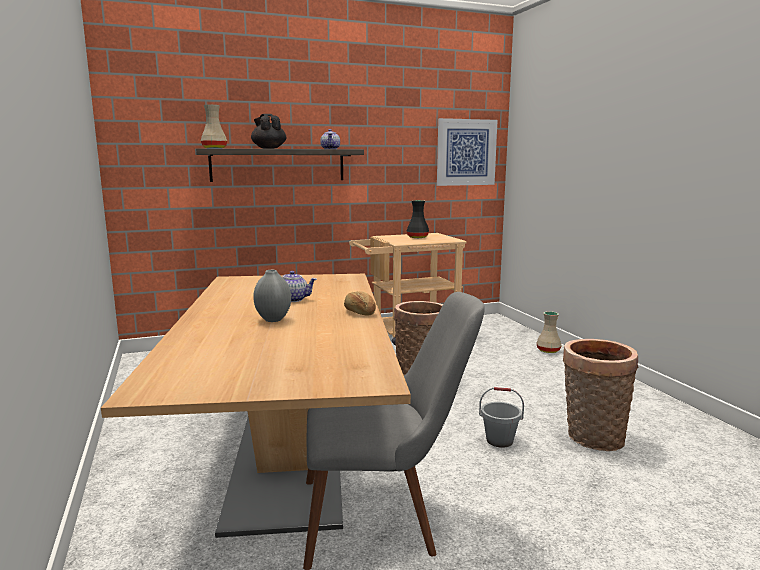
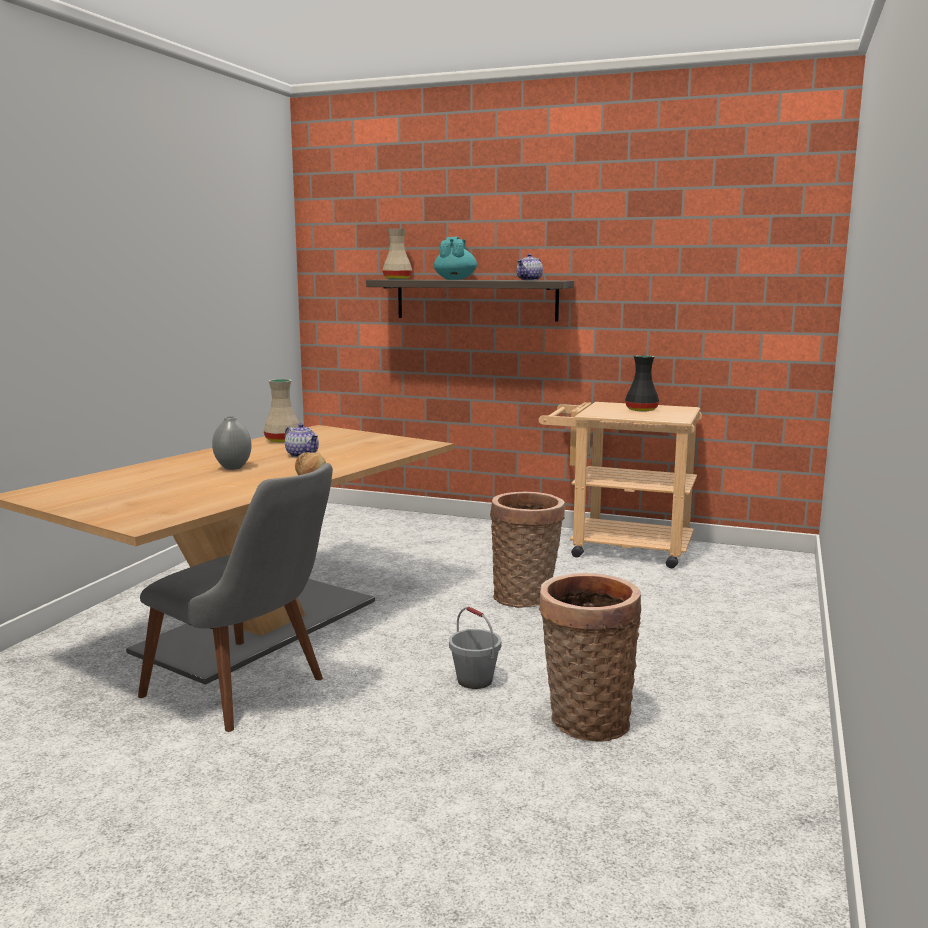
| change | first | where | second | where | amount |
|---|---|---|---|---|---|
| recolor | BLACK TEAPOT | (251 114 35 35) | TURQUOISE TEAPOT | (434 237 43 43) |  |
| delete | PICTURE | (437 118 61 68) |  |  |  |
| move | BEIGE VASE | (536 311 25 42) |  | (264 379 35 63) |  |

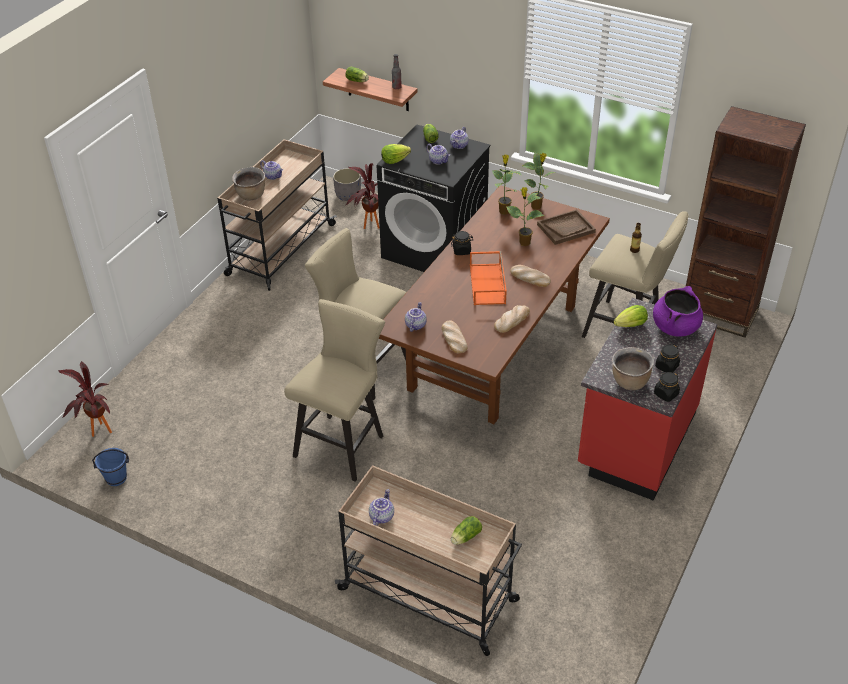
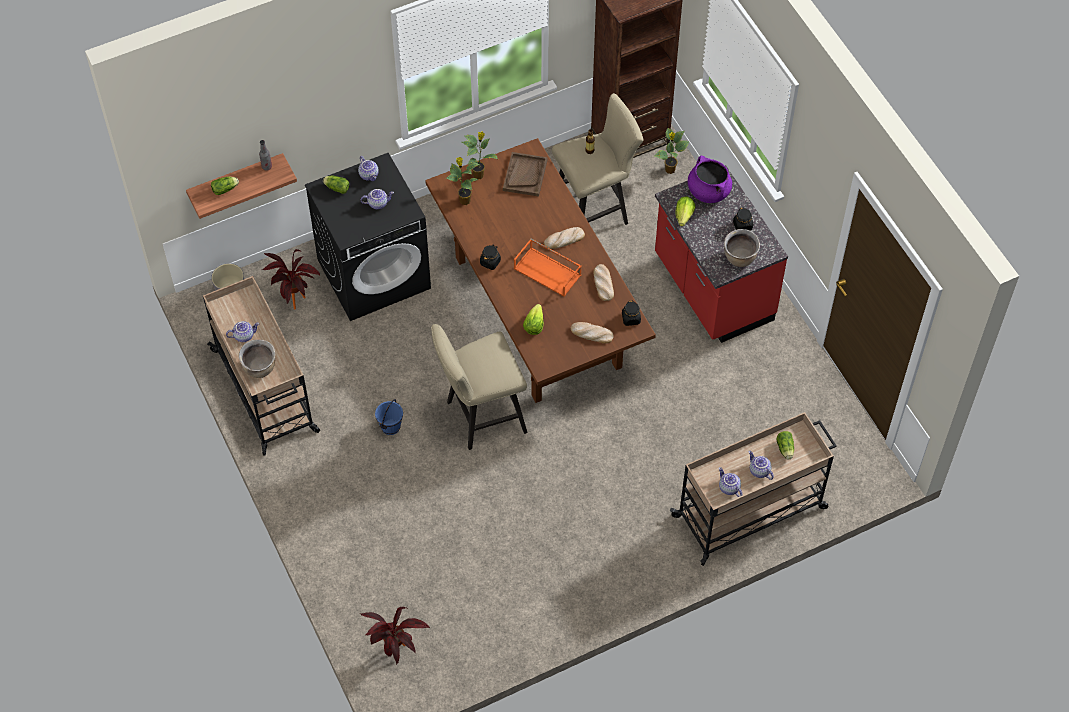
| change | first | where | second | where | amount |
|---|---|---|---|---|---|
| move | BLUE BUCKET | (92 448 37 38) |  | (375 399 28 36) |  |
| delete | BEIGE STOOL | (284 299 101 183) |  |  |  |
| move | LETTUCE | (381 144 30 20) |  | (523 304 21 31) |  |
| move | TEAPOT | (405 302 22 30) |  | (749 451 25 29) |  |
| move | POTTED PLANT | (506 187 38 59) |  | (654 128 36 46) |  |
| move | BLACK JAR | (654 372 26 30) |  | (622 300 19 26) |  |

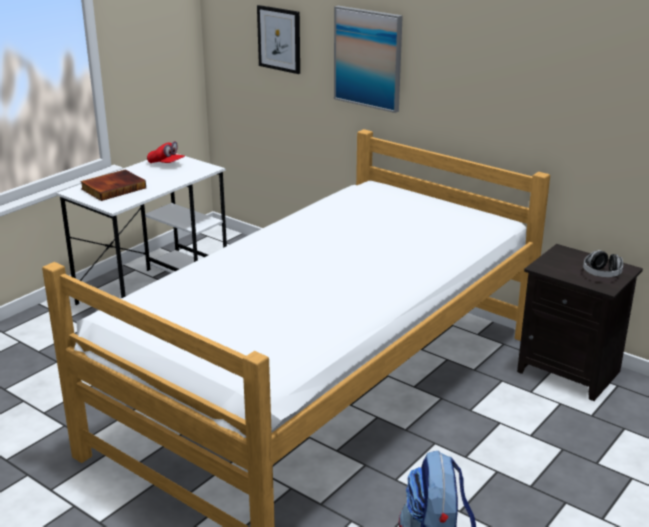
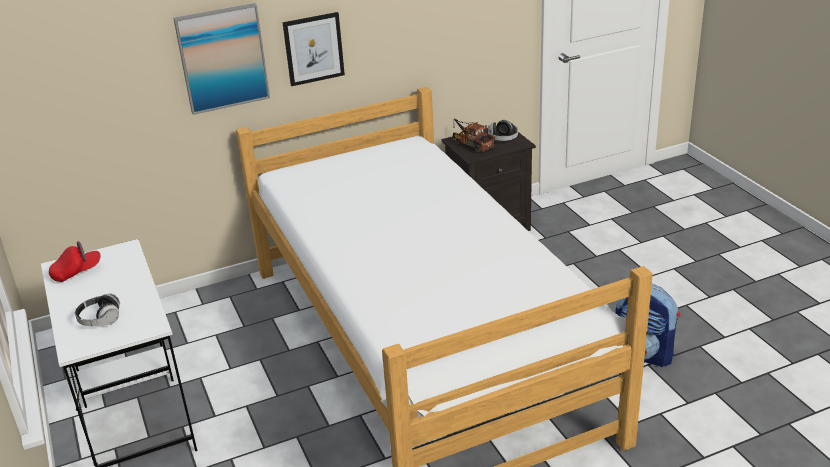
| change | first | where | second | where | amount |
|---|---|---|---|---|---|
| replace | BOOK | (80 170 66 31) | HEADPHONES | (75 293 45 33) |  |
| move | PICTURE | (257 5 43 69) |  | (282 12 63 74) |  |
| insert |  |  | TOY TRUCK | (453 119 42 34) |  |

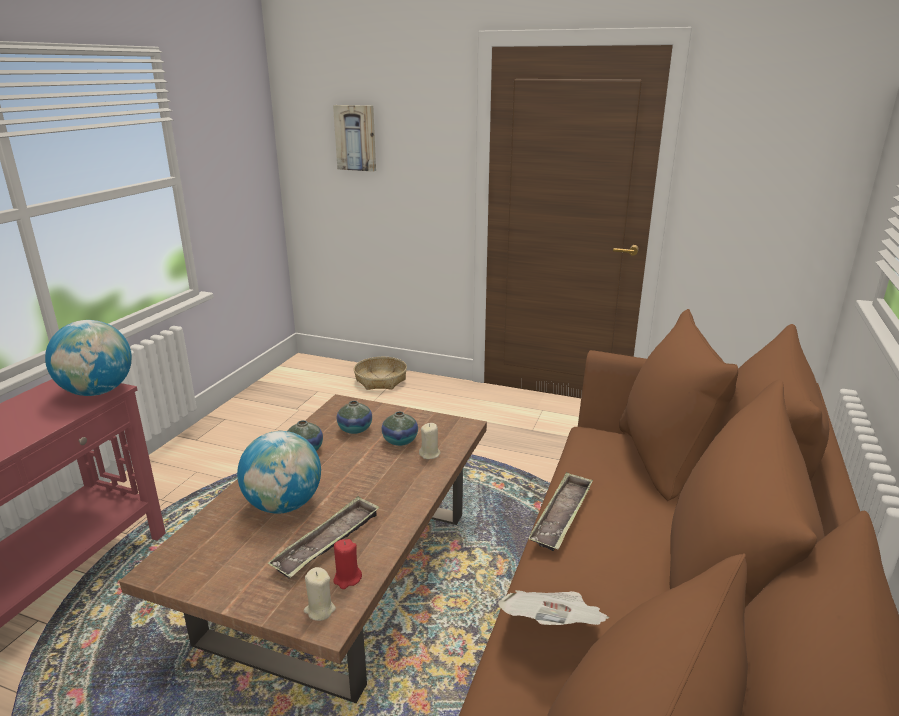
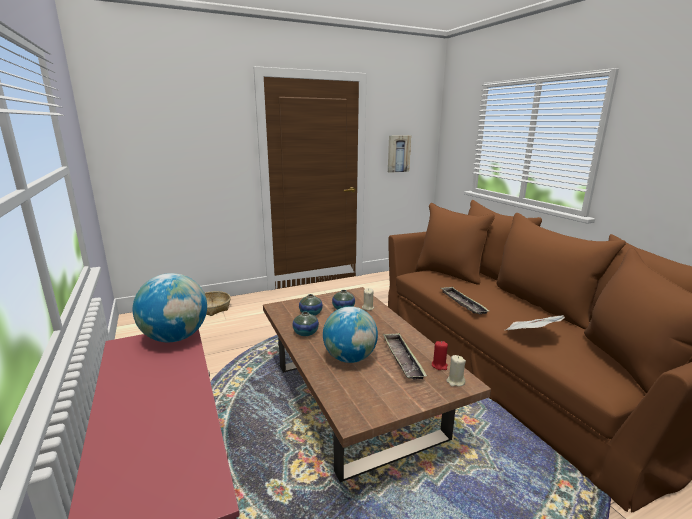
| change | first | where | second | where | amount |
|---|---|---|---|---|---|
| move | PICTURE | (333 105 43 67) |  | (388 135 23 38) |  |

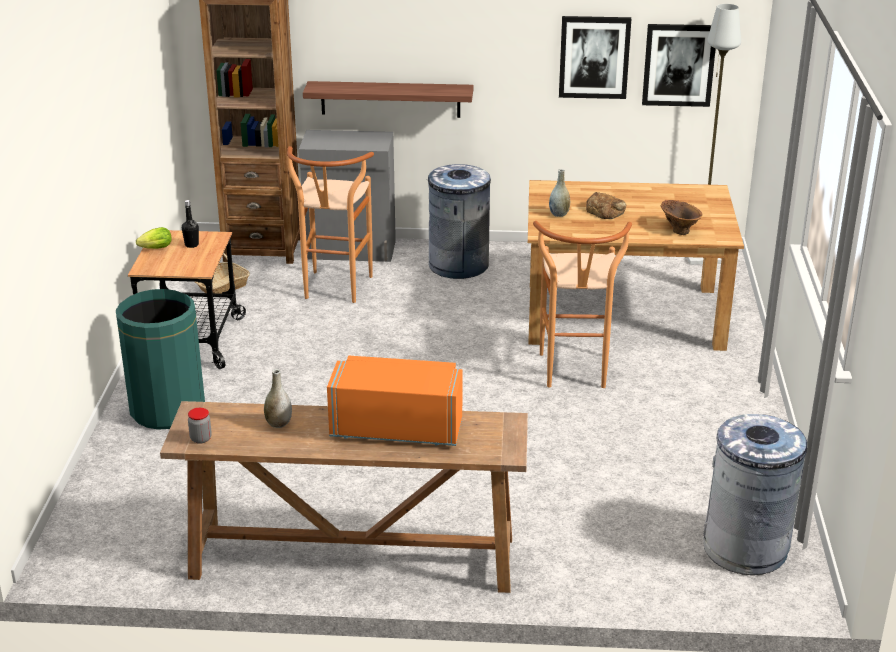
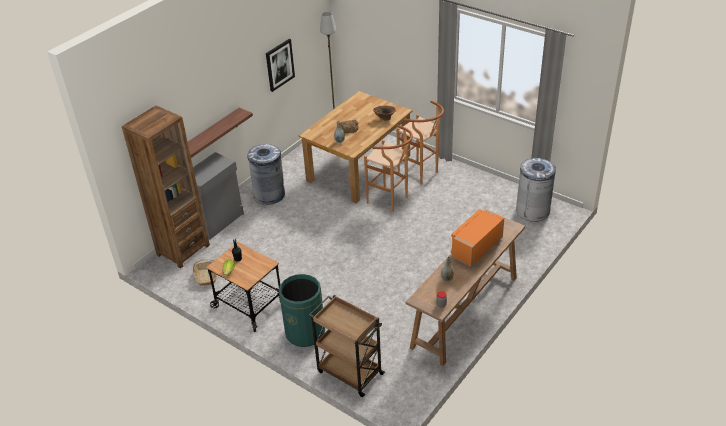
| change | first | where | second | where | amount |
|---|---|---|---|---|---|
| move | BROWN STOOL | (287 146 87 157) |  | (397 101 47 84) |  |
| delete | PICTURE | (642 24 74 83) |  |  |  |
| insert |  |  | BROWN CART | (309 295 76 102) |  |

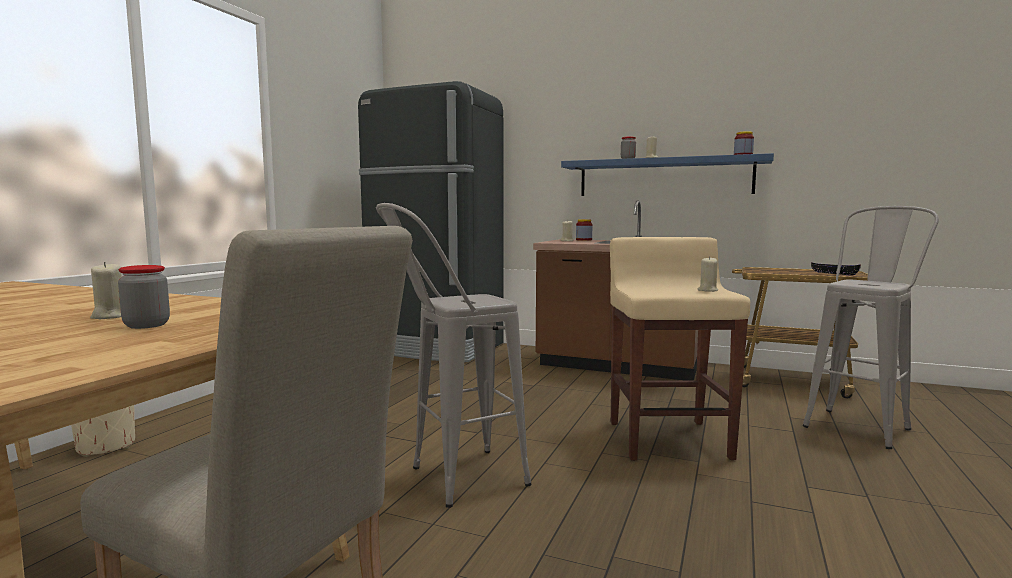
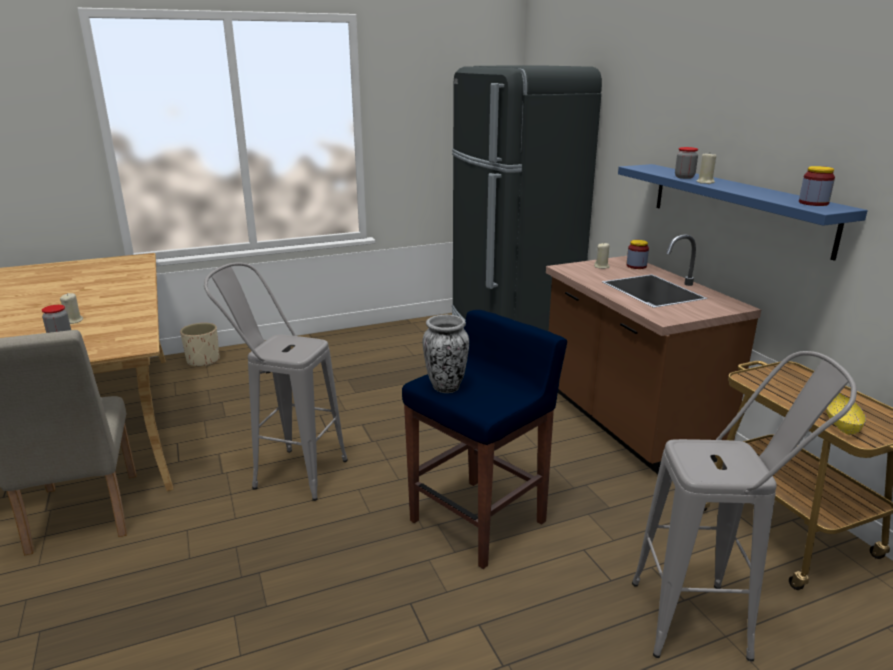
| change | first | where | second | where | amount |
|---|---|---|---|---|---|
| recolor | BEIGE STOOL | (610 237 140 224) | BLUE STOOL | (402 310 165 259) |  |
| delete | BEIGE CANDLE | (697 256 21 36) |  |  |  |
| recolor | BLACK BOWL | (811 262 50 14) | YELLOW BOWL | (826 393 40 42) |  |
| insert |  |  | VASE | (423 315 46 78) |  |

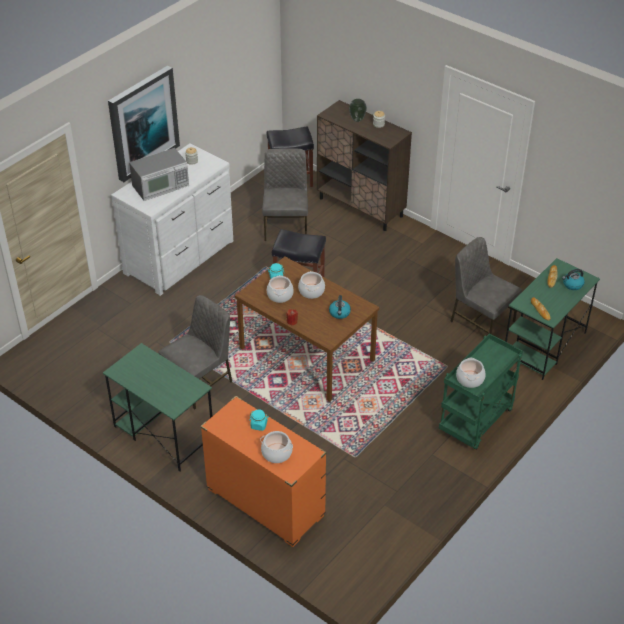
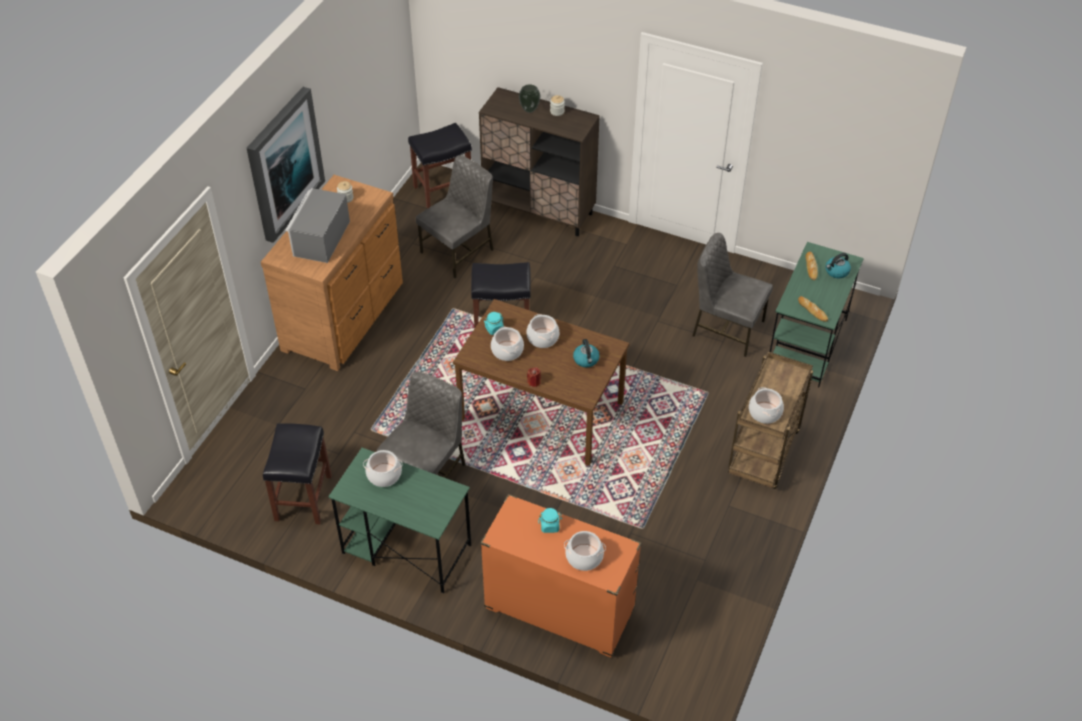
| change | first | where | second | where | amount |
|---|---|---|---|---|---|
| recolor | WHITE DRESSER | (111 144 122 152) | BROWN DRESSER | (261 175 142 196) |  |
| rotate | MICROWAVE | (129 148 60 53) |  | (285 188 65 75) | 150 degrees clockwise |
| rotate | GREY CHAIR | (262 148 46 93) |  | (416 155 77 123) | 60 degrees clockwise |
| recolor | GREEN CART | (439 333 84 117) | BROWN CART | (728 352 85 137) |  |
| insert |  |  | BLACK STOOL | (263 423 69 101) |  |
| insert |  |  | COOKING POT | (363 450 39 37) |  |

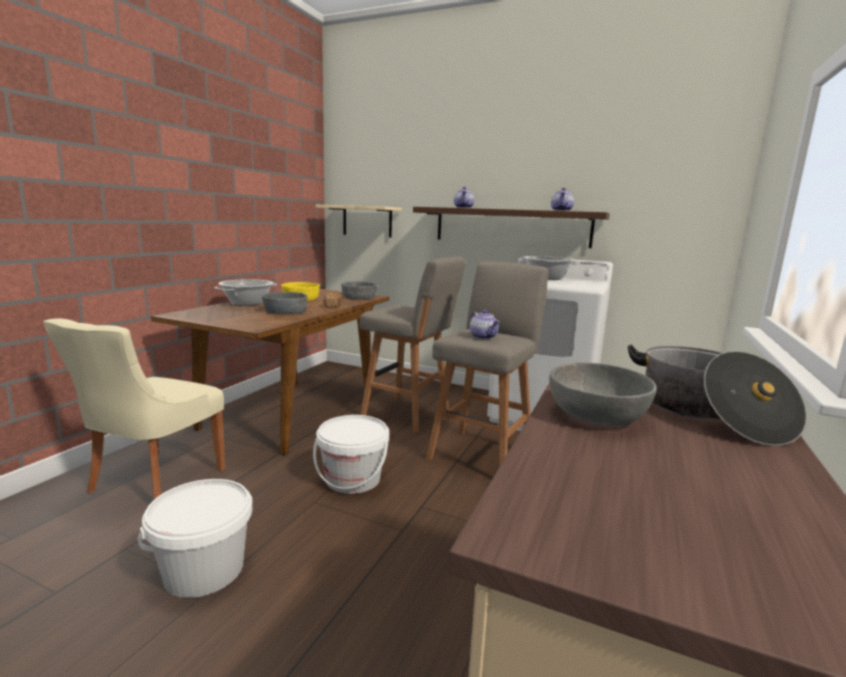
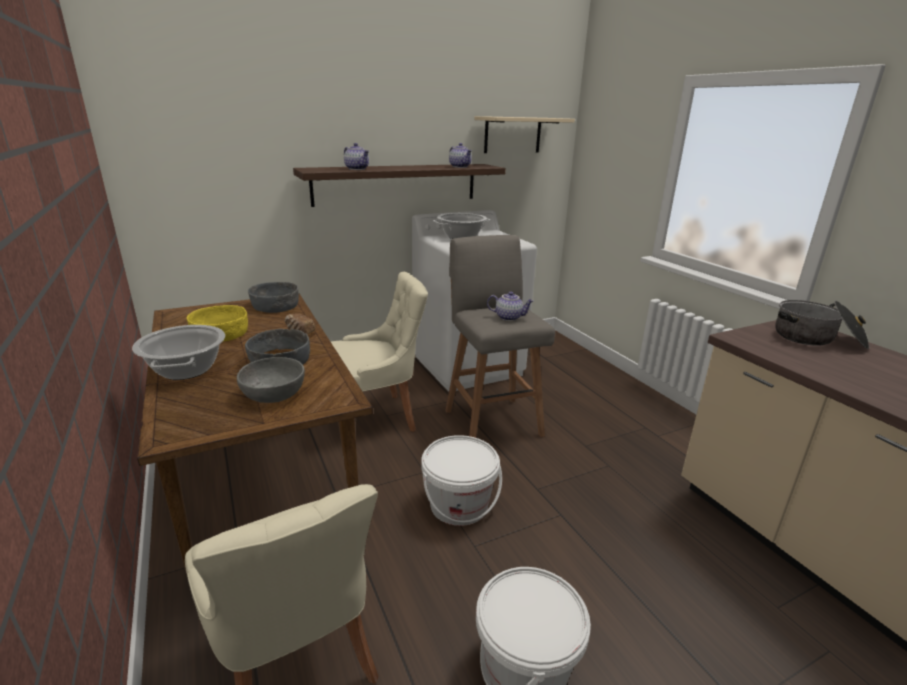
| change | first | where | second | where | amount |
|---|---|---|---|---|---|
| move | BEIGE SHELF | (316 205 86 32) |  | (474 116 101 37) |  |
| replace | GREY STOOL | (360 257 105 176) | BEIGE CHAIR | (331 272 97 160) |  |
| move | GREY BOWL | (549 362 108 64) |  | (237 357 68 46) |  |

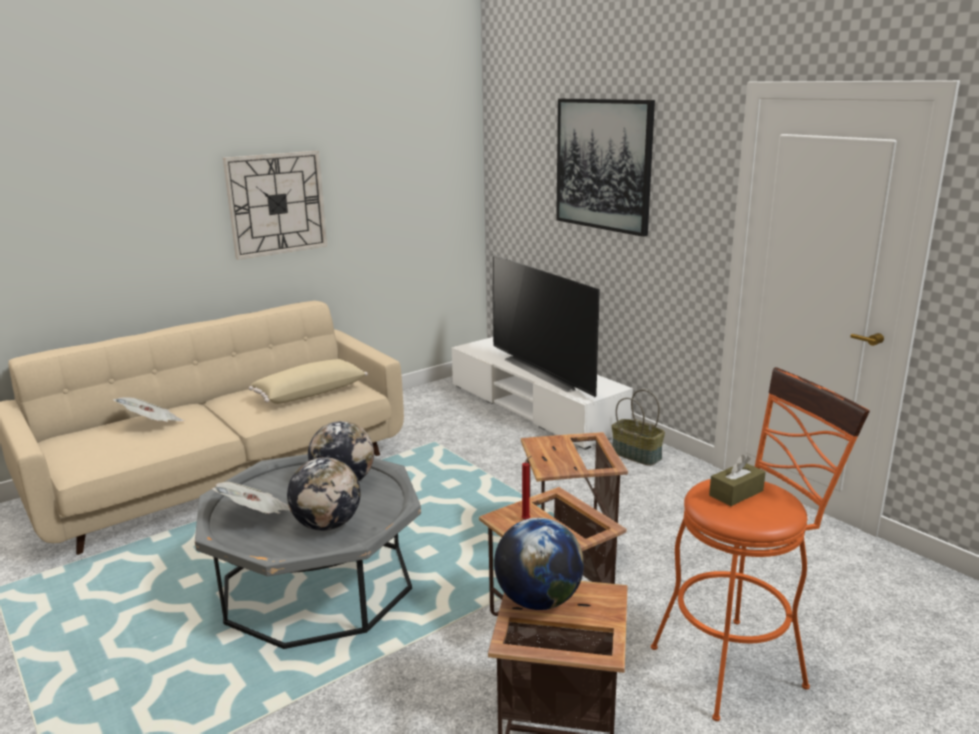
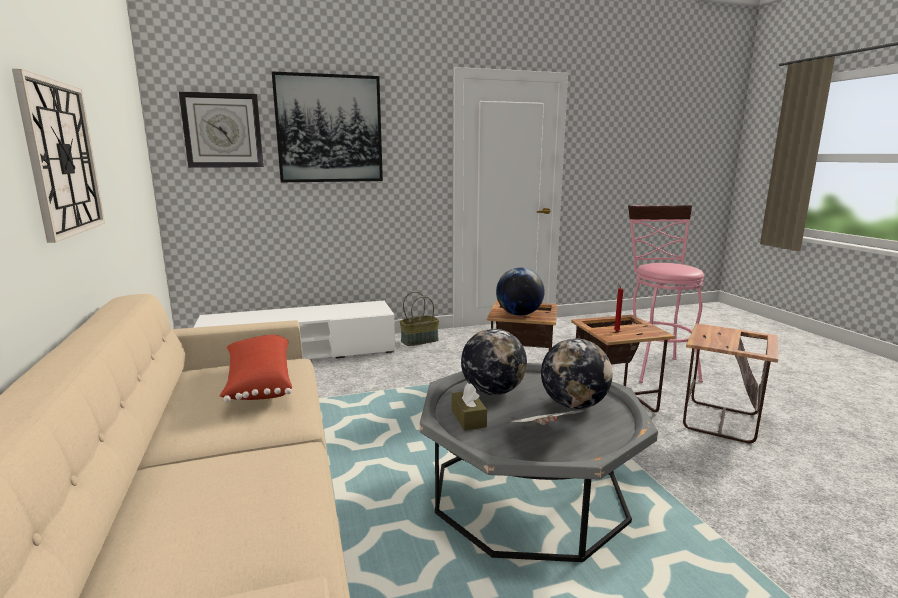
| change | first | where | second | where | amount |
|---|---|---|---|---|---|
| delete | NEWSPAPER | (112 397 73 25) |  |  |  |
| recolor | BEIGE PILLOW | (249 359 119 45) | RED PILLOW | (219 335 73 67) |  |
| delete | TELEVISION | (492 254 108 143) |  |  |  |
| move | GLOBE | (494 518 90 92) |  | (496 268 49 48) |  |
| recolor | ORANGE STOOL | (651 367 219 354) | PINK STOOL | (628 205 76 178) |  |
| move | BROWN TISSUE BOX | (709 455 57 51) |  | (452 383 35 47) |  |
| insert |  |  | WALL CLOCK | (179 91 85 77) |  |

